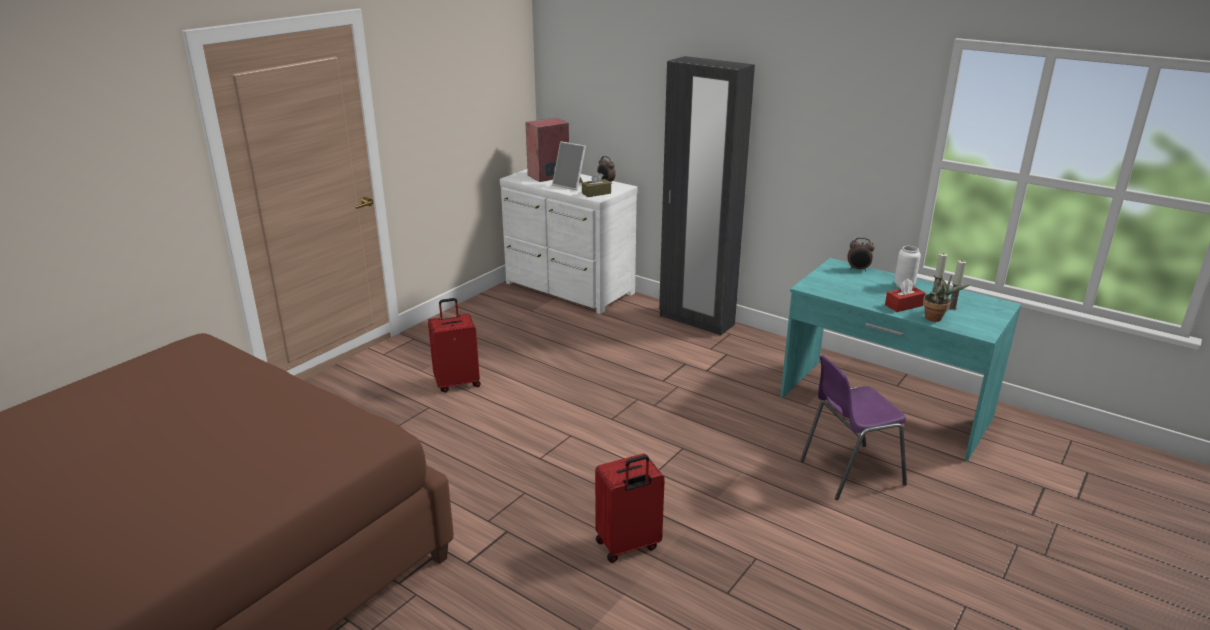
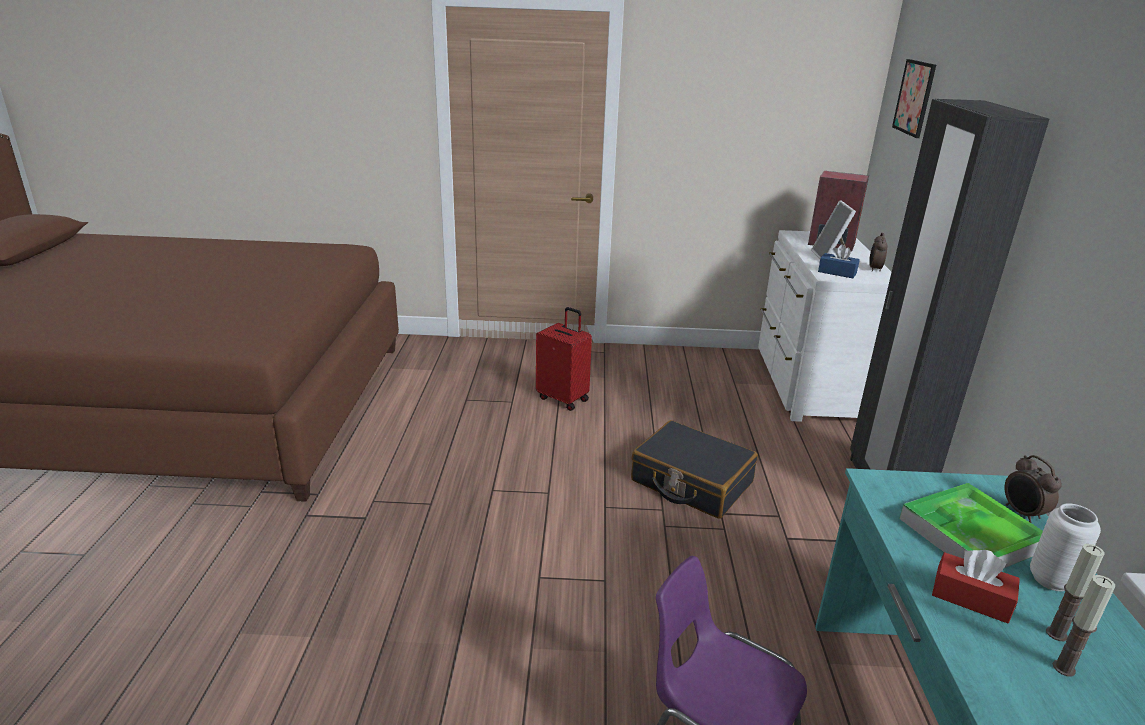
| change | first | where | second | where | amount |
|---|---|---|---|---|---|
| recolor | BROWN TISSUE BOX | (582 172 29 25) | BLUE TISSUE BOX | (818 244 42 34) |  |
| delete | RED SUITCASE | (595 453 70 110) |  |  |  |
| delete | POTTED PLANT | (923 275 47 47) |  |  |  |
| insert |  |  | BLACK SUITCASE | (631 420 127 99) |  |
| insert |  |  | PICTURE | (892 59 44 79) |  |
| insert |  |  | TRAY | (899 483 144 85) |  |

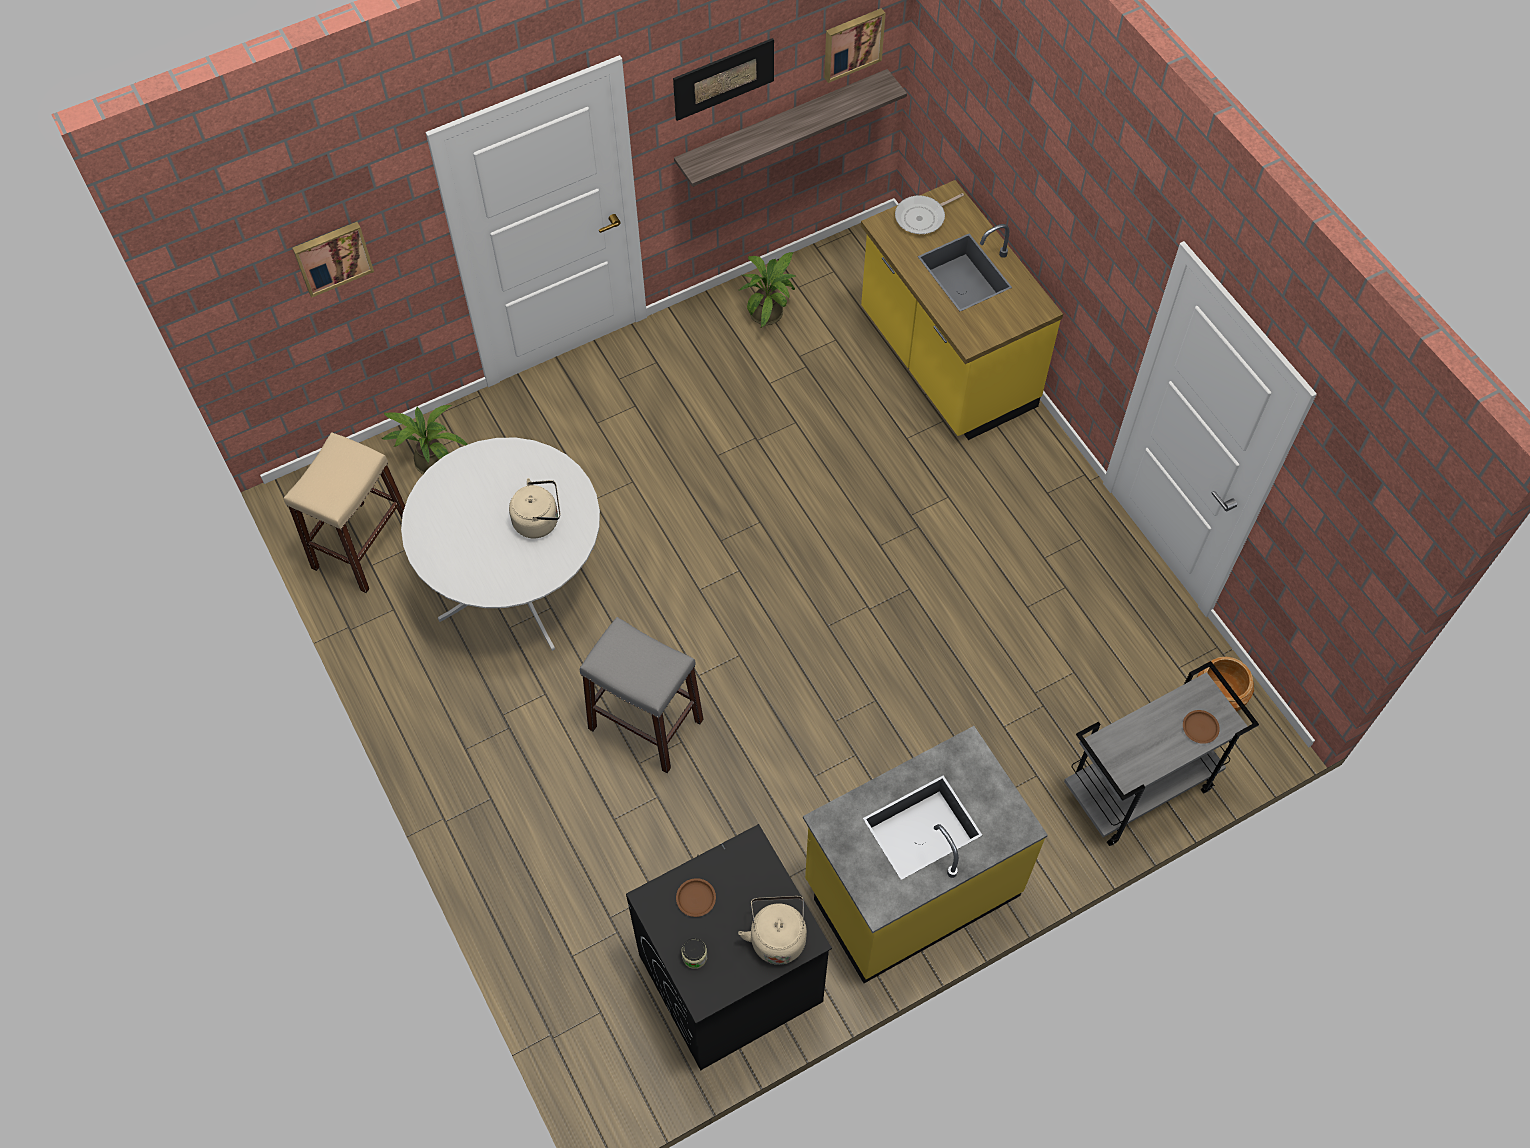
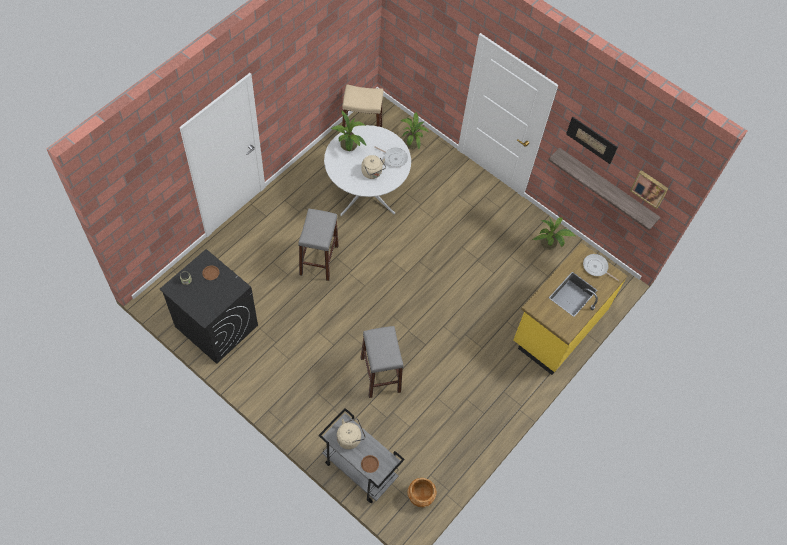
| change | first | where | second | where | amount |
|---|---|---|---|---|---|
| delete | PICTURE | (292 222 82 76) |  |  |  |
| move | BEIGE KETTLE | (738 896 69 69) |  | (337 418 29 31) |  |
| delete | YELLOW COUNTER | (803 726 245 257) |  |  |  |
| insert |  |  | POTTED PLANT | (332 111 34 40) |  |
| insert |  |  | GREY STOOL | (361 326 43 72) |  |
| insert |  |  | FRYING PAN | (374 146 34 21) |  |

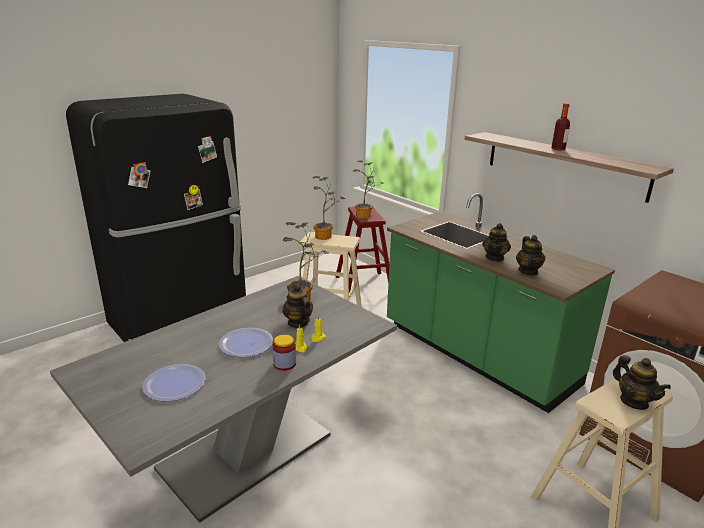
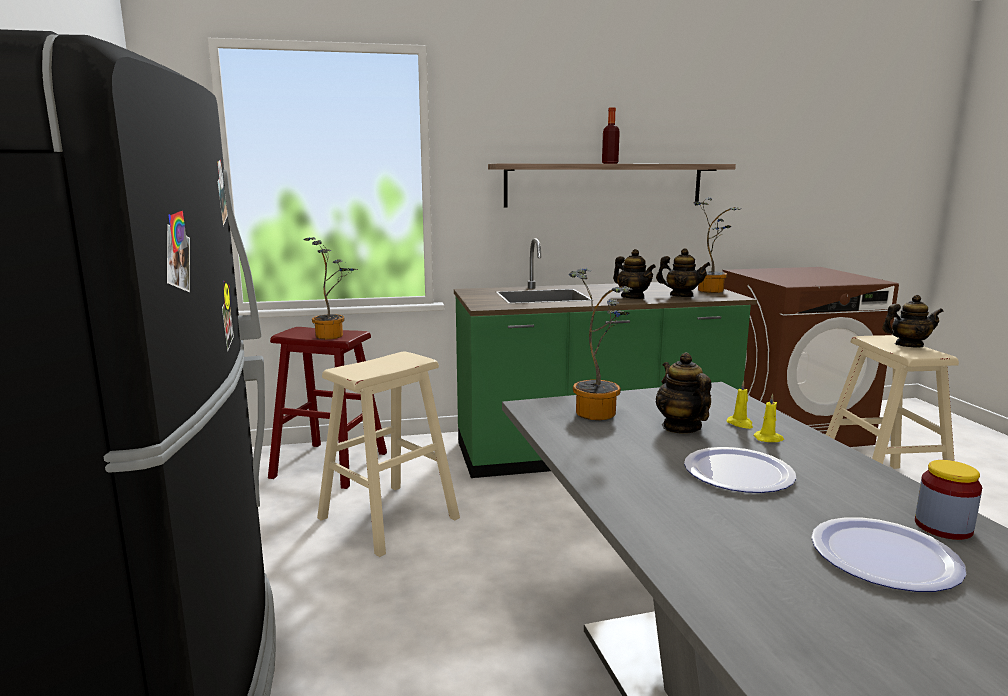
| change | first | where | second | where | amount |
|---|---|---|---|---|---|
| move | JAR | (272 335 24 36) |  | (915 460 67 80) |  |
| rotate | TEAPOT | (283 284 30 44) |  | (656 352 56 82) | 75 degrees clockwise |
| move | POTTED PLANT | (313 176 33 64) |  | (694 197 47 96) |  |

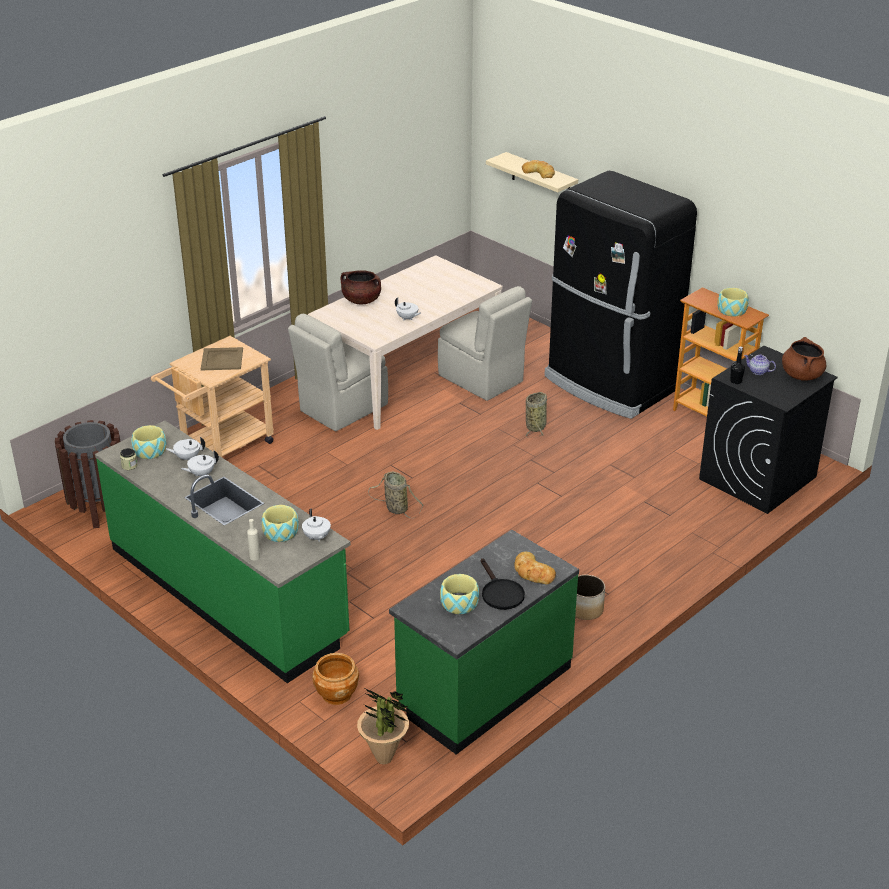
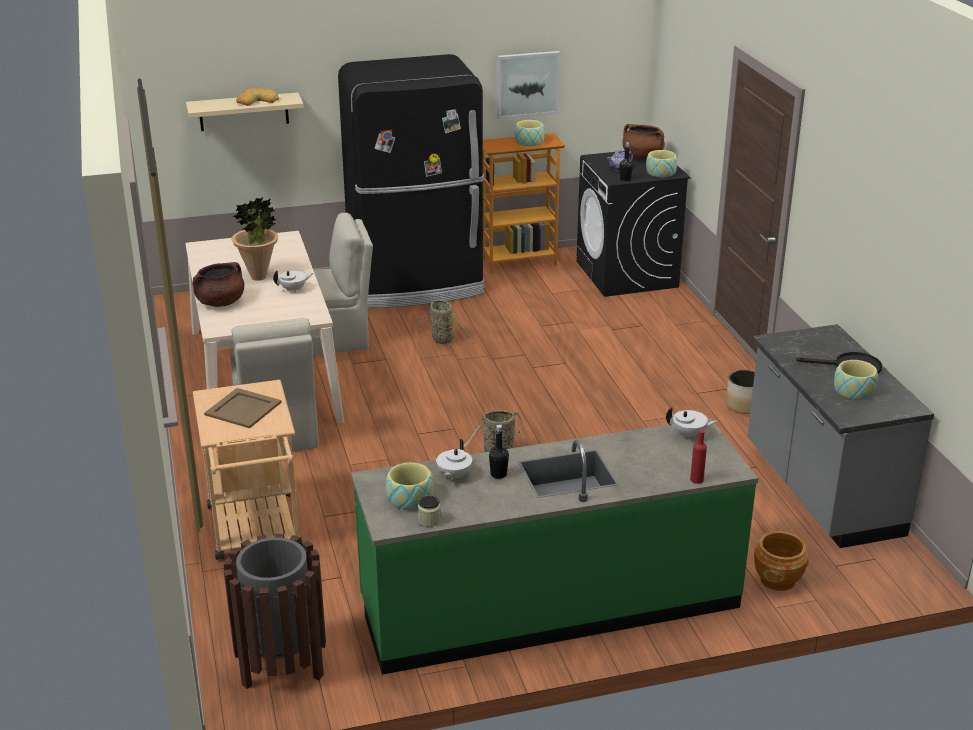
| change | first | where | second | where | amount |
|---|---|---|---|---|---|
| replace | WHITE TEAPOT | (181 450 38 26) | BLACK BOTTLE | (489 425 20 54) |  |
| recolor | BEIGE BOTTLE | (247 519 13 41) | RED BOTTLE | (690 430 17 54) |  |
| move | BOWL | (261 505 38 37) |  | (646 150 31 27) |  |
| move | POTTED PLANT | (357 689 54 75) |  | (231 197 47 84) |  |
| recolor | GREEN COUNTER | (389 530 190 225) | GREY COUNTER | (747 324 187 224) |  |
| delete | BREAD | (514 552 42 32) |  |  |  |
| insert |  |  | PICTURE | (497 51 63 68) |  |

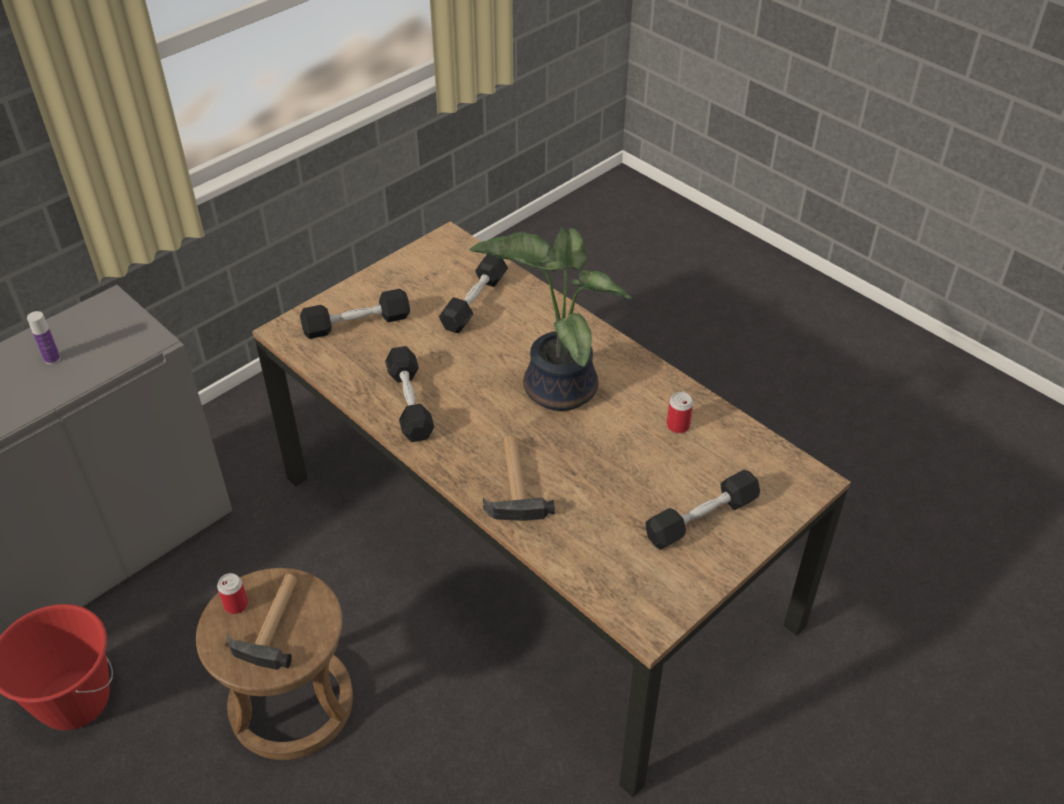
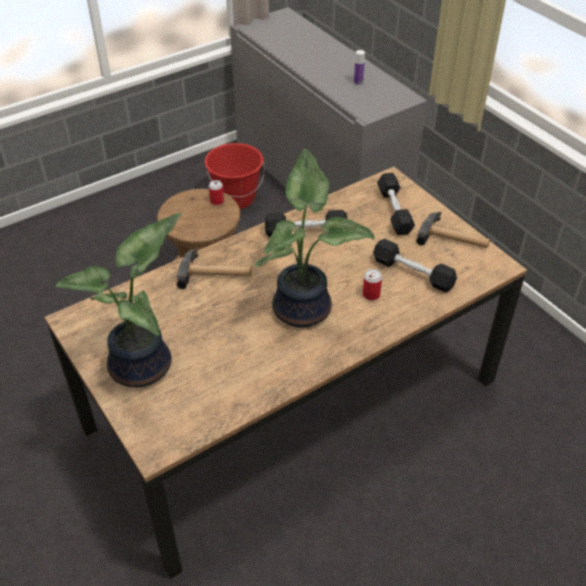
| change | first | where | second | where | amount |
|---|---|---|---|---|---|
| move | HAMMER | (227 574 70 96) |  | (416 212 74 36) |  |
| replace | BLACK DUMBBELL | (646 470 114 80) | POTTED PLANT | (55 213 127 174) |  |
| move | CAN | (667 392 26 41) |  | (363 269 19 32) |  |

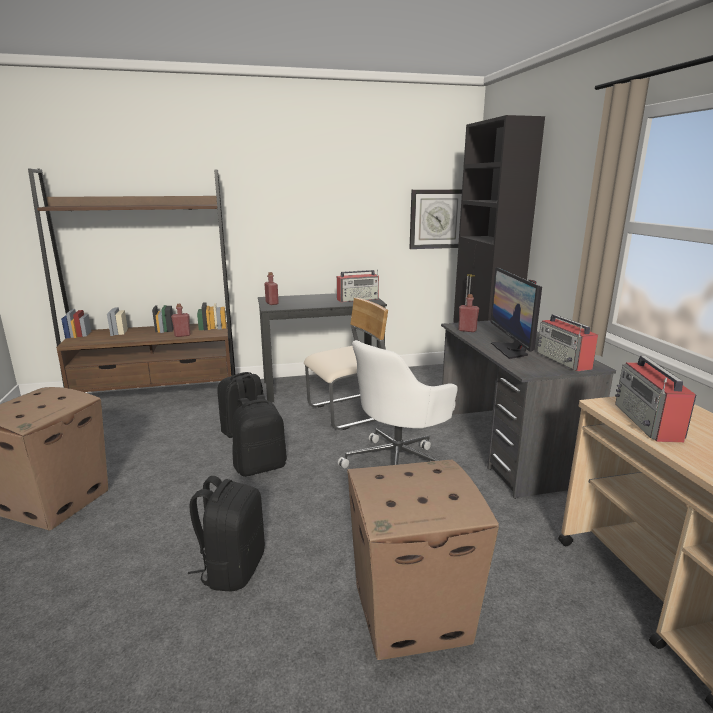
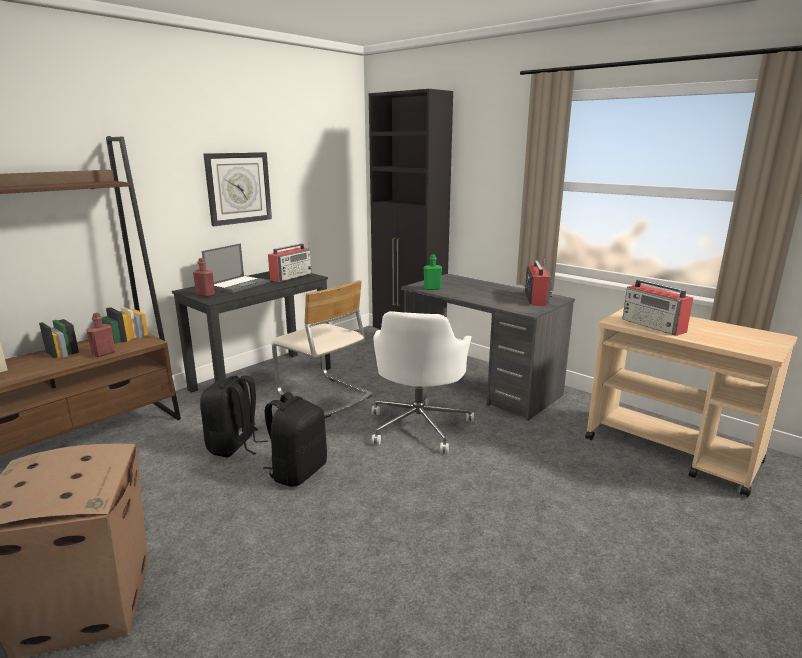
| change | first | where | second | where | amount |
|---|---|---|---|---|---|
| delete | BLACK BACKPACK | (188 476 77 116) |  |  |  |
| rotate | BEIGE CHAIR | (304 297 84 133) |  | (271 280 102 138) | 105 degrees clockwise |
| delete | CARDBOARD BOX | (347 460 152 200) |  |  |  |
| move | WALL CLOCK | (409 189 53 60) |  | (203 152 69 74) |  |
| recolor | RED BOTTLE | (458 294 21 38) | GREEN BOTTLE | (424 254 18 36) |  |
| delete | MONITOR | (491 267 51 92) |  |  |  |
| rotate | RADIO | (537 314 61 57) |  | (525 258 28 48) | 120 degrees counterclockwise |
| insert |  |  | LAPTOP | (202 243 68 50) |  |

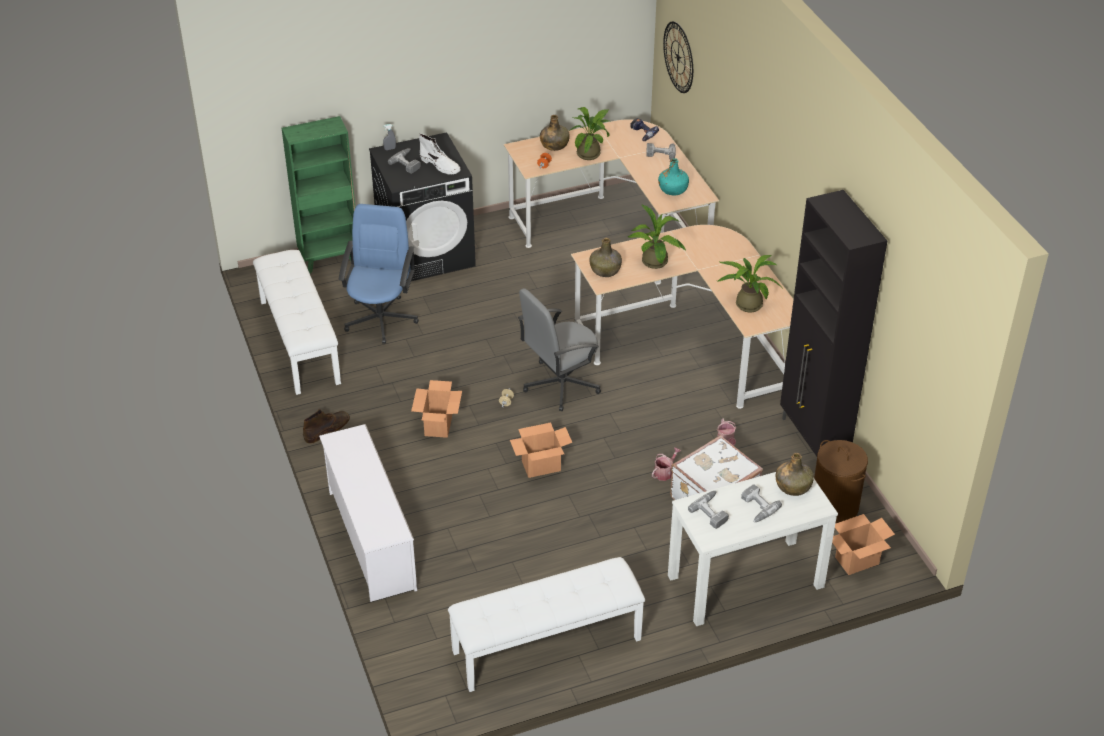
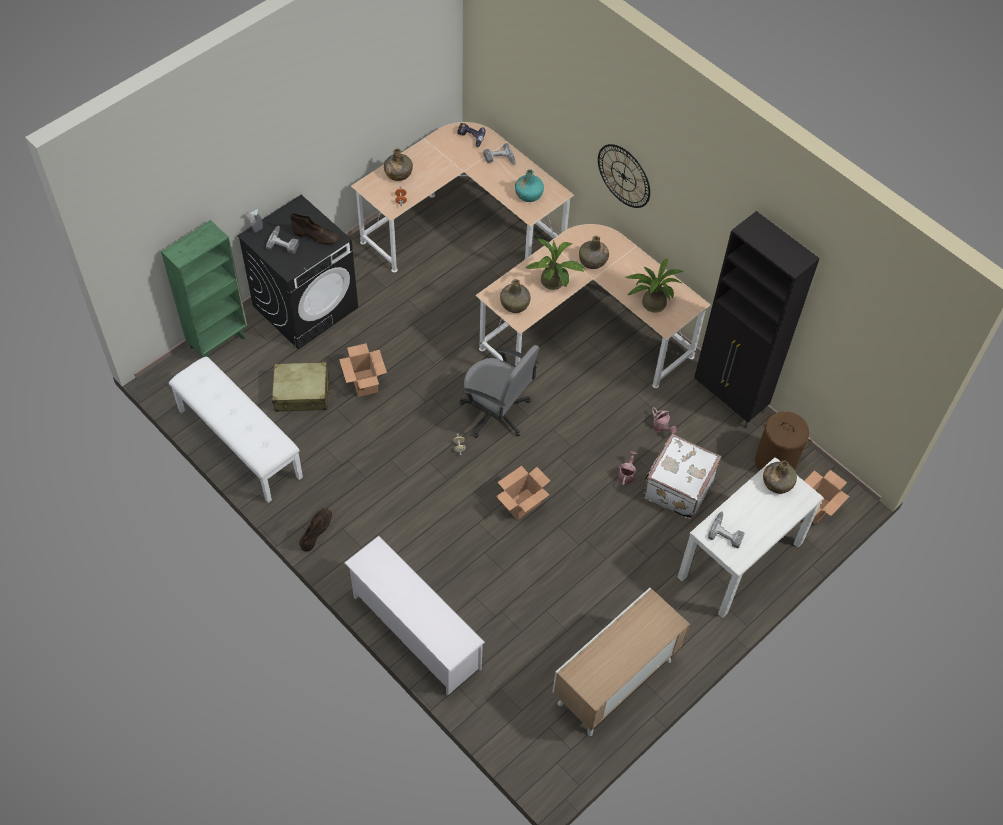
| change | first | where | second | where | amount |
|---|---|---|---|---|---|
| replace | BLUE OFFICE CHAIR | (339 204 80 140) | BEIGE SUITCASE | (272 362 60 50) |  |
| move | CARDBOARD BOX | (411 380 51 58) |  | (339 343 48 54) |  |
| recolor | WHITE BOOT | (419 134 42 40) | BROWN BOOT | (290 213 50 32) |  |
| replace | WHITE BENCH | (448 557 197 135) | CABINET | (552 588 138 148) |  |
| rotate | GREY OFFICE CHAIR | (518 288 83 123) |  | (460 345 79 93) | 90 degrees counterclockwise |
| delete | POTTED PLANT | (569 107 40 53) |  |  |  |
| move | WALL CLOCK | (663 21 30 72) |  | (598 144 52 64) |  |
| delete | POWER DRILL | (741 484 41 38) |  |  |  |
| insert |  |  | GREEN BOTTLE | (579 236 30 33) |  |

